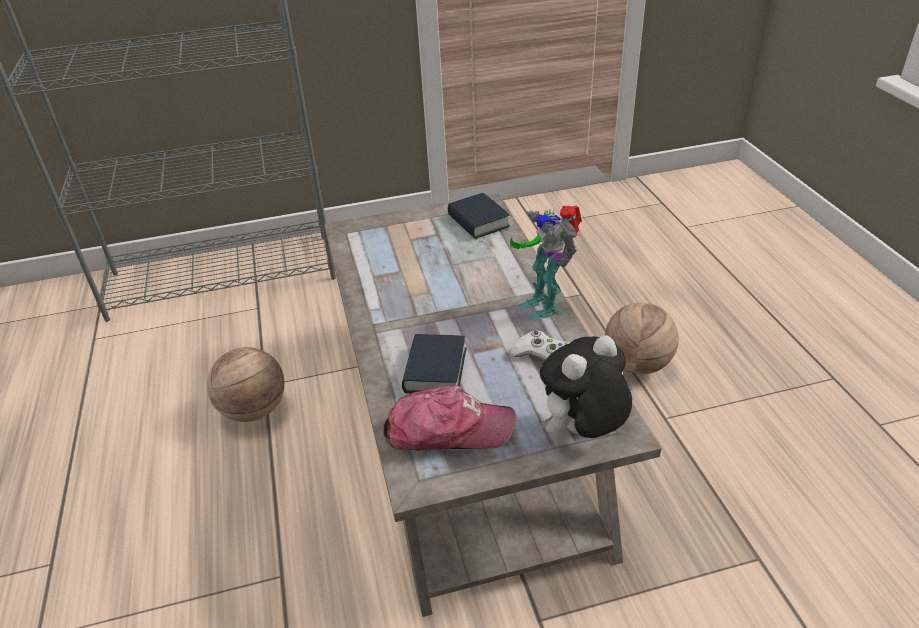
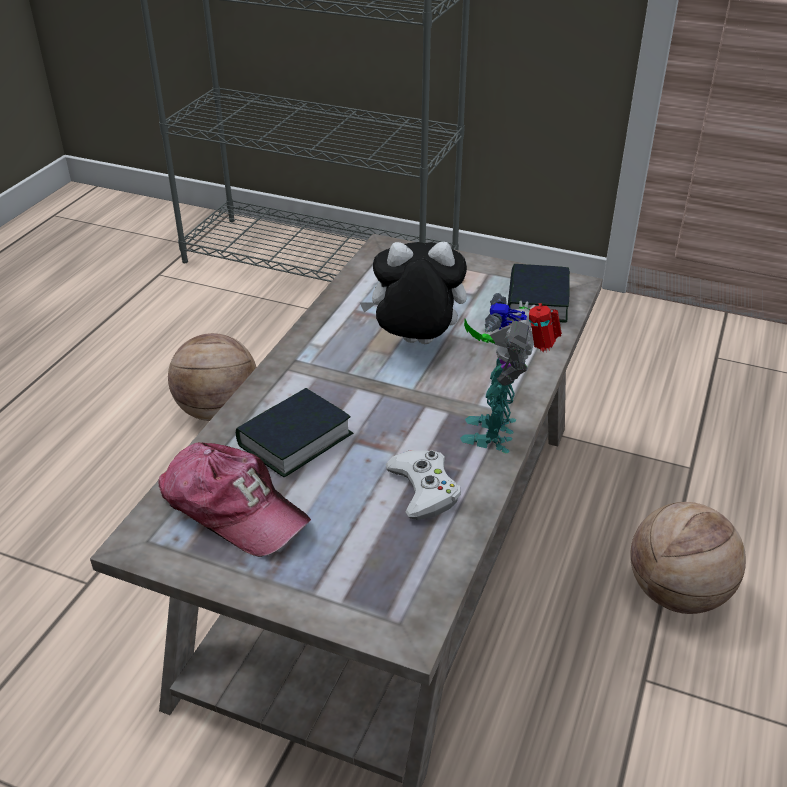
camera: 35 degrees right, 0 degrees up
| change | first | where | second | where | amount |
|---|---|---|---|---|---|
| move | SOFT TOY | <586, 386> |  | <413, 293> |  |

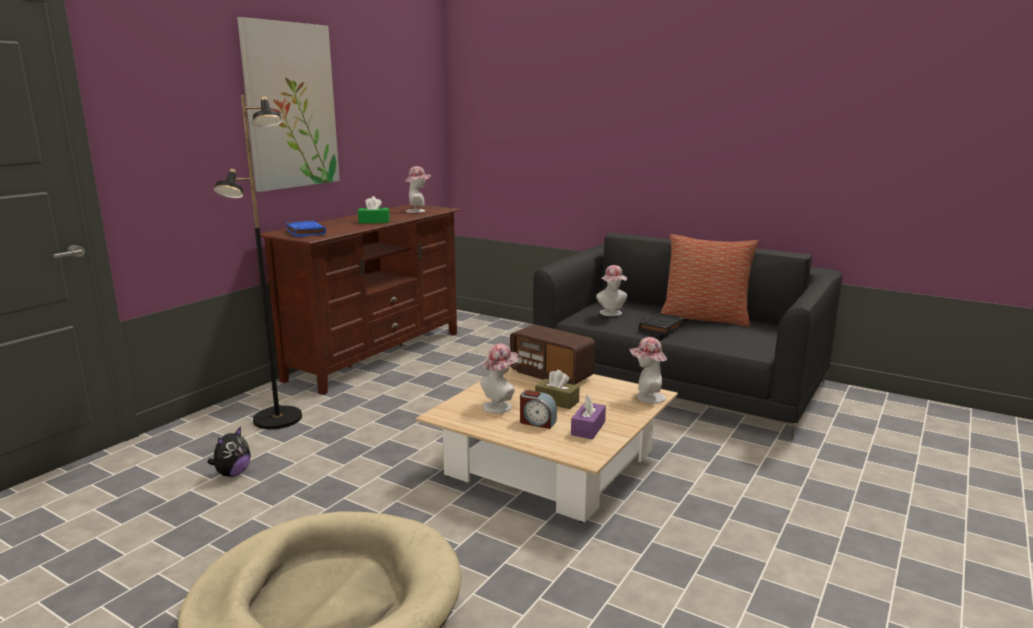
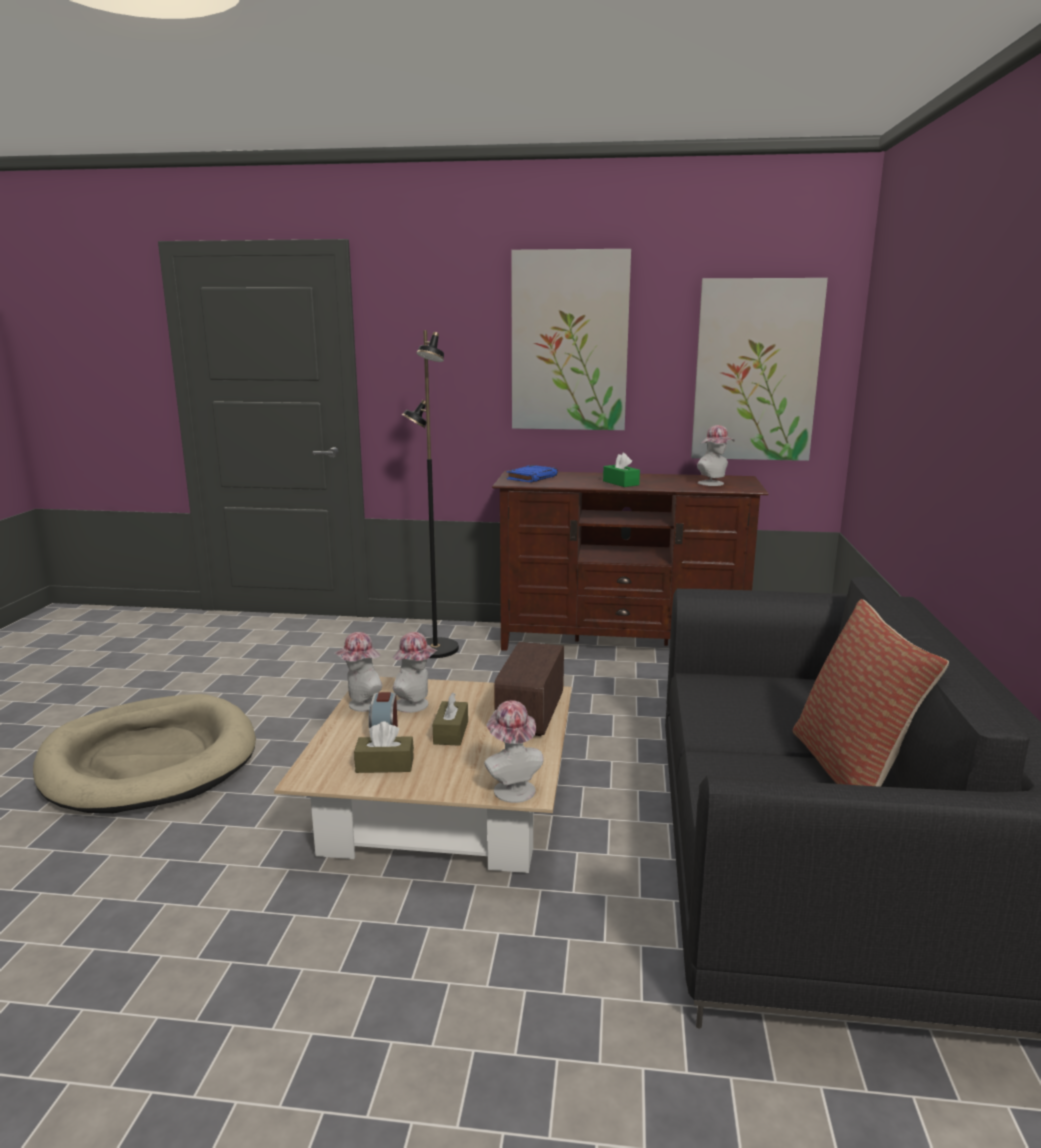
camera: 65 degrees right, 0 degrees up
| change | first | where | second | where | amount |
|---|---|---|---|---|---|
| delete | SOFT TOY | <229, 451> |  |  |  |
| delete | BLACK BOUND BOOK | <662, 324> |  |  |  |
| insert |  |  | PICTURE | <759, 369> |  |
| move | WEARABLE HAT | <611, 290> |  | <358, 672> |  |
| recolor | PURPLE TISSUE BOX | <588, 416> | BROWN-COLOURED TISSUE BOX | <384, 747> |  |

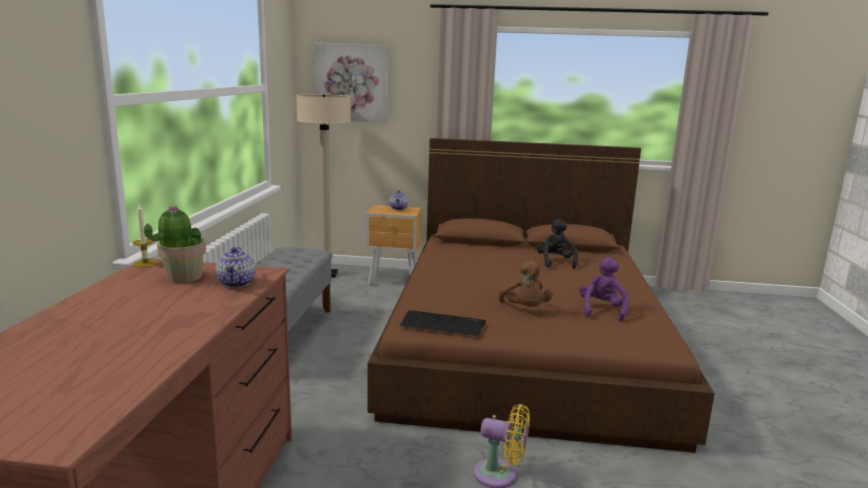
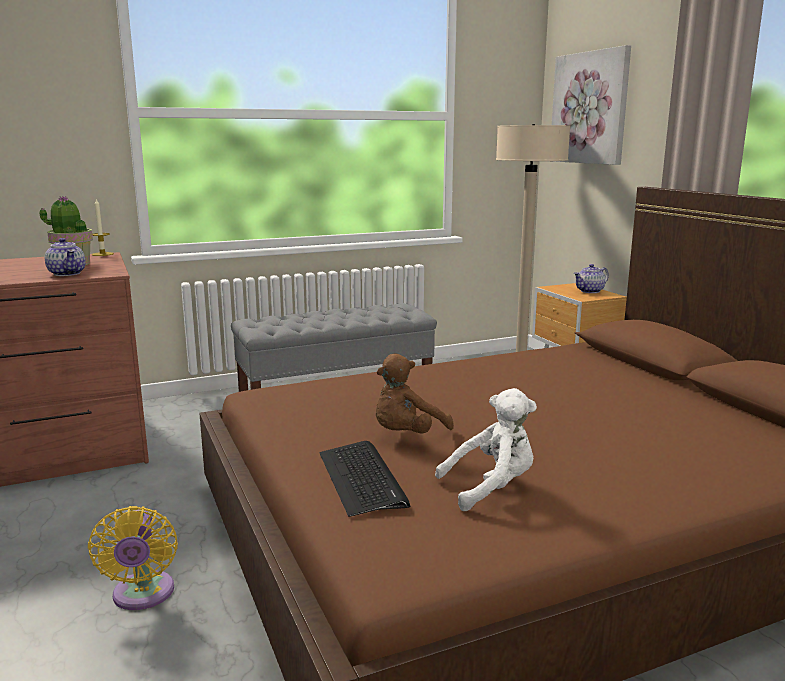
camera: 60 degrees right, 0 degrees up
| change | first | where | second | where | amount |
|---|---|---|---|---|---|
| delete | BLACK SOFT TOY | <557, 244> |  |  |  |
| move | PC KEYBOARD | <443, 323> |  | <365, 479> |  |
| recolor | PURPLE SOFT TOY | <604, 289> | WHITISH SOFT TOY | <486, 449> |  |
| rotate | TEAPOT | <235, 267> |  | <65, 257> | 90 degrees counterclockwise |

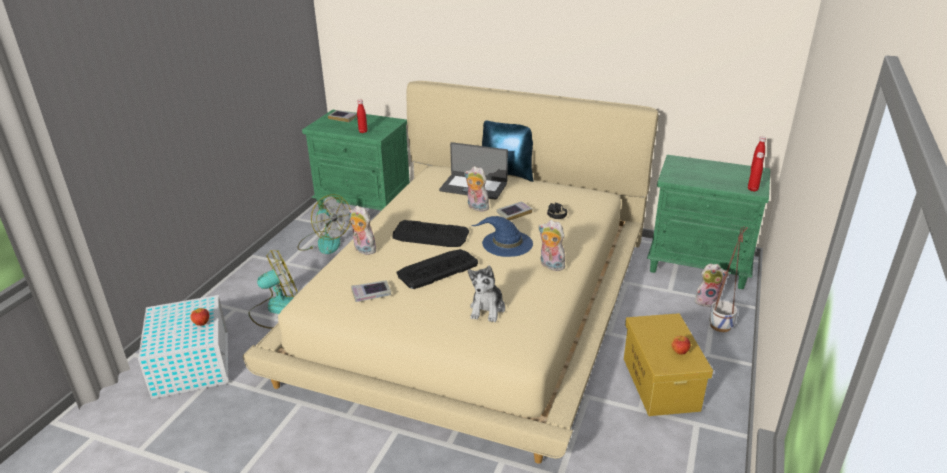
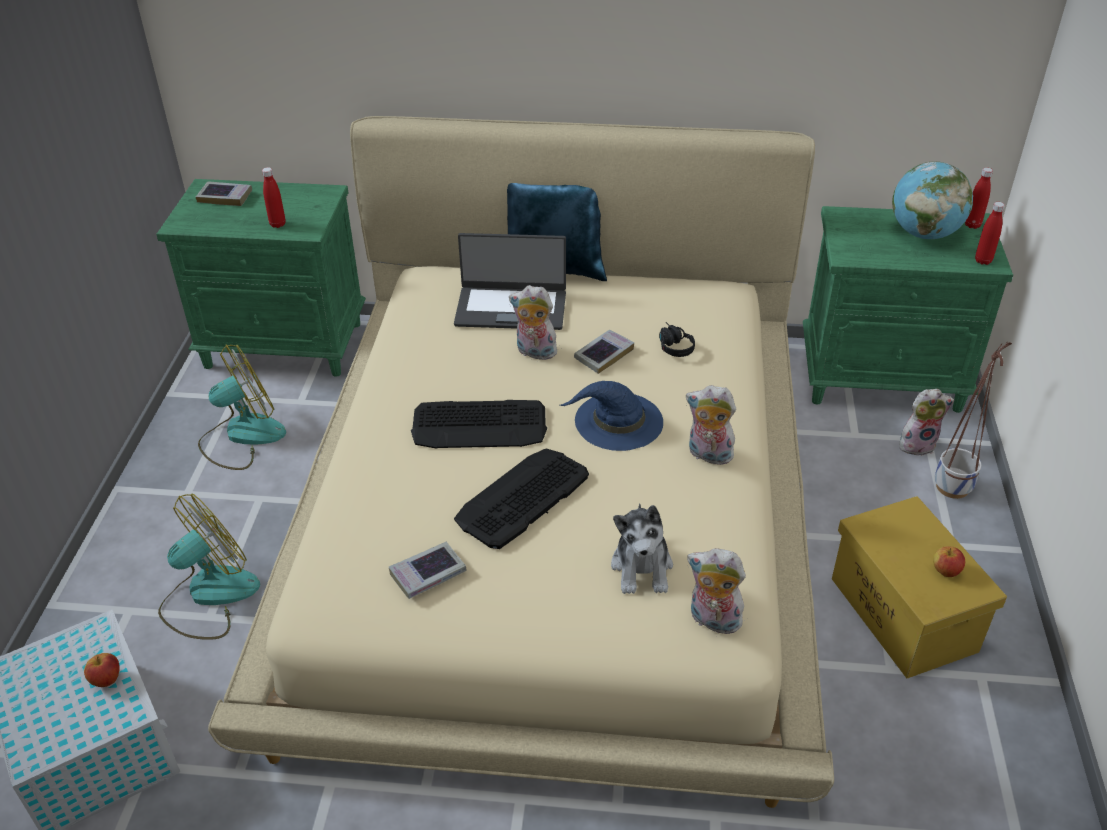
camera: 15 degrees left, 10 degrees up
| change | first | where | second | where | amount |
|---|---|---|---|---|---|
| insert |  |  | GLOBE | <932, 200> |  |
| move | SOFT TOY | <362, 230> |  | <716, 591> |  |
| rotate | ELECTRIC FAN | <324, 224> |  | <242, 407> | 60 degrees counterclockwise |

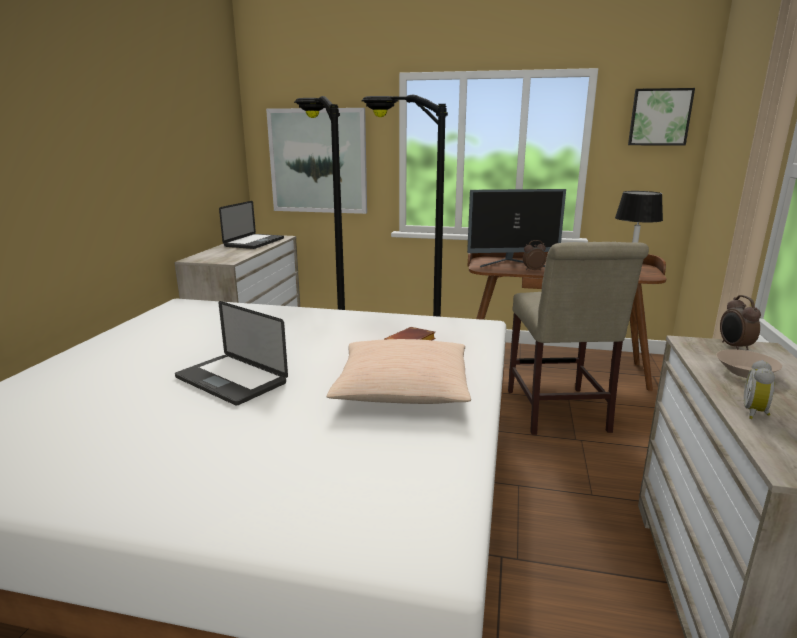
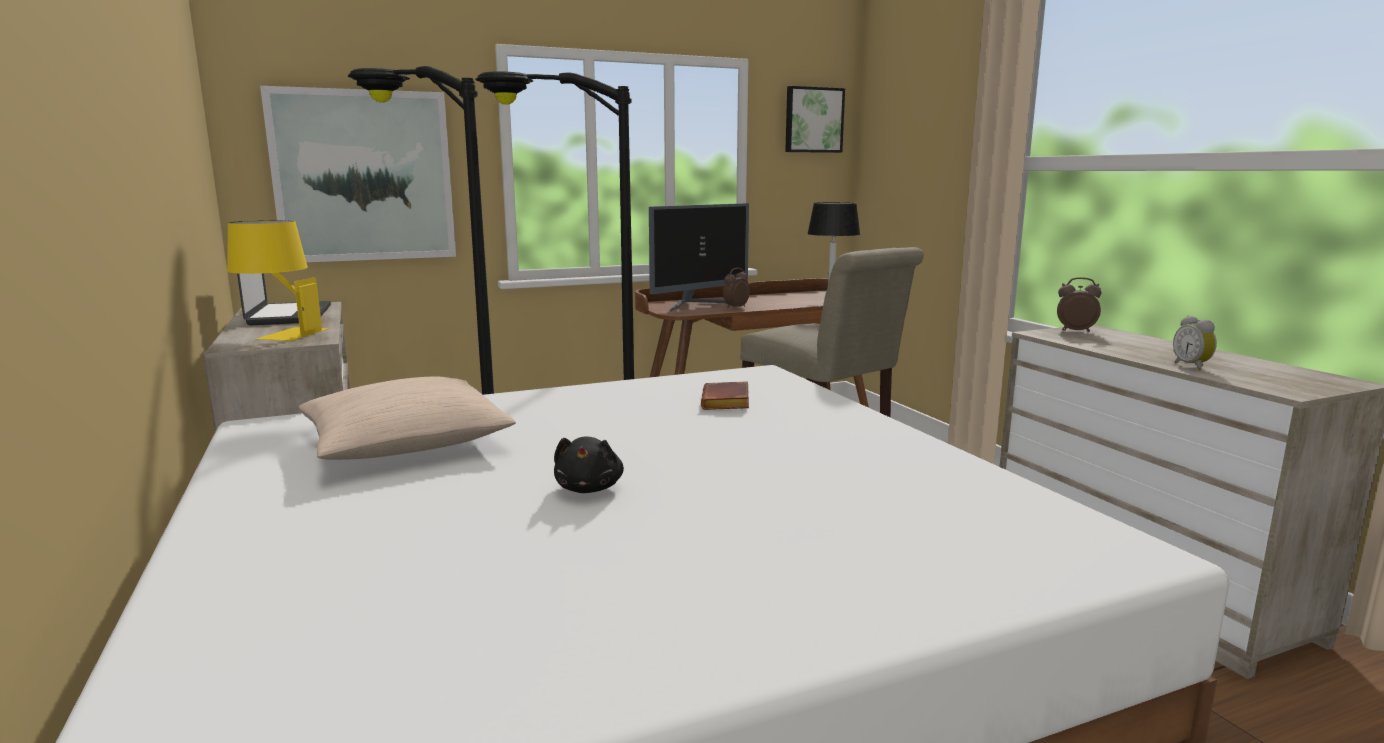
camera: 35 degrees left, 5 degrees down
| change | first | where | second | where | amount |
|---|---|---|---|---|---|
| delete | SAND-COLOURED BOWL | <749, 363> |  |  |  |
| insert |  |  | YELLOW-COLOURED LAMP FOR A TABLE | <278, 280> |  |
| move | SAND-COLOURED THROW PILLOW | <398, 371> |  | <407, 418> |  |
| replace | LAPTOP | <231, 353> | BLACK SOFT TOY | <589, 464> |  |
| rotate | BEDSIDE CLOCK | <740, 322> |  | <1079, 304> | 150 degrees clockwise |

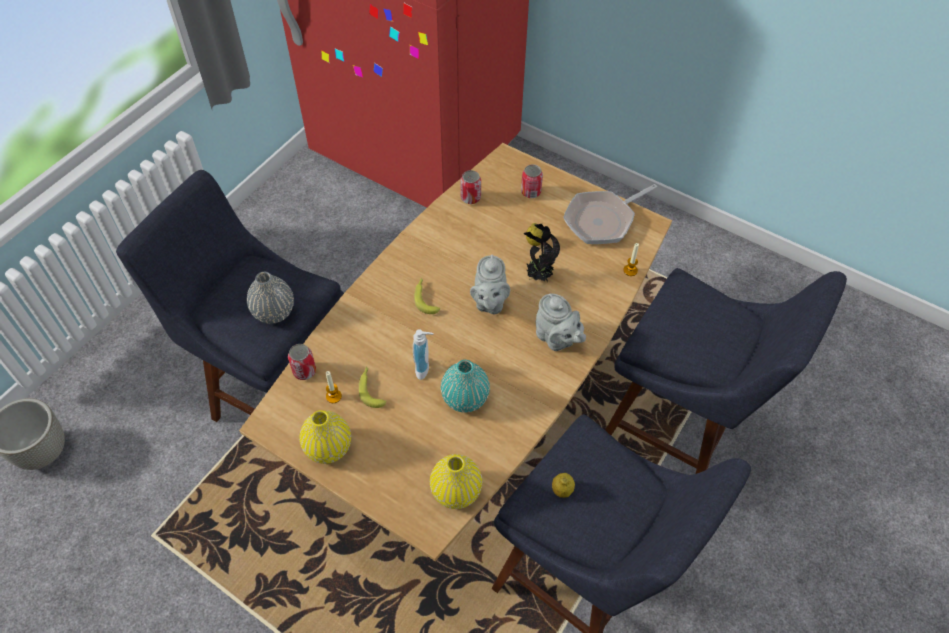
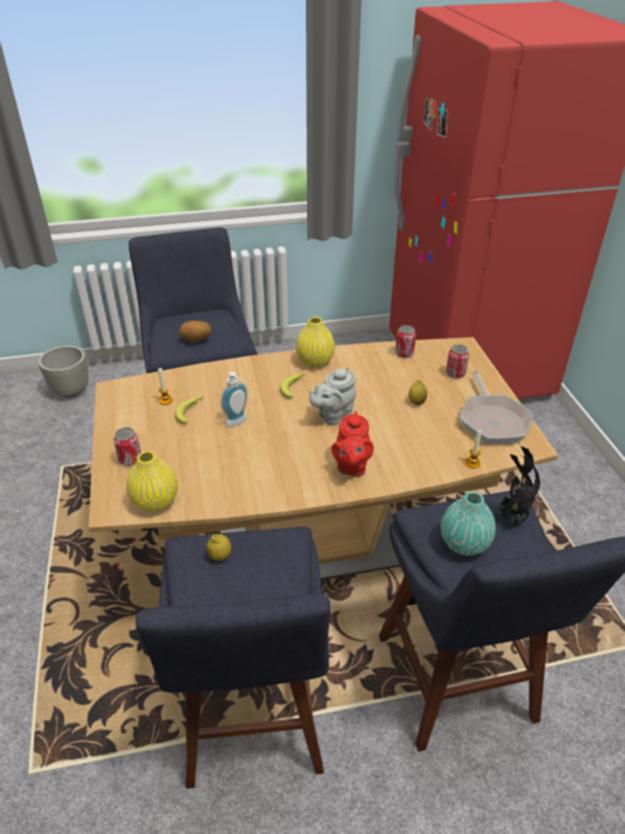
camera: 45 degrees right, 15 degrees down
| change | first | where | second | where | amount |
|---|---|---|---|---|---|
| move | METAL CAN | <302, 362> |  | <127, 446> |  |
| move | YELLOW-COLOURED DECORATIVE VASE | <325, 437> |  | <315, 342> |  |
| move | TURQUOISE-COLOURED DECORATIVE VASE | <465, 386> |  | <468, 524> |  |
| move | HOUSEPLANT | <542, 253> |  | <519, 485> |  |
| replace | GRAY DECORATIVE VASE | <270, 298> | POTATO | <195, 331> |  |
| recolor | GRAY TEAPOT | <560, 322> | RED TEAPOT | <352, 444> |  |
| rotate | FRYING PAN | <610, 214> |  | <496, 407> | 105 degrees counterclockwise |

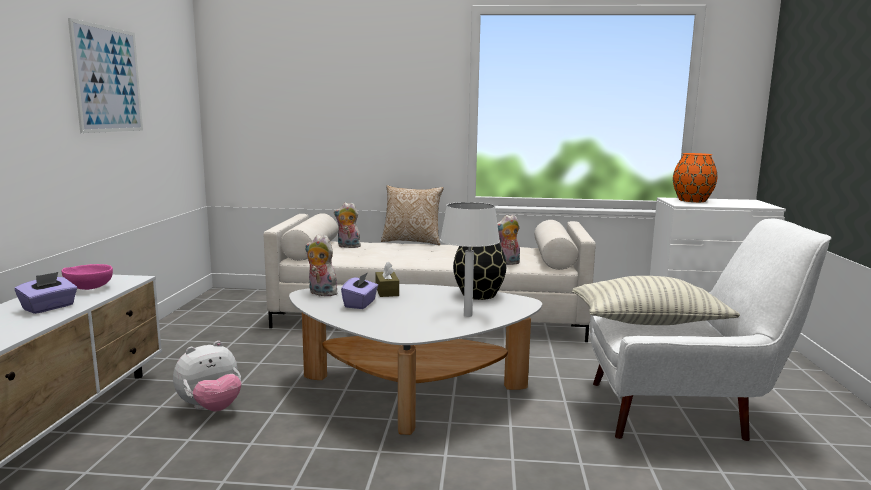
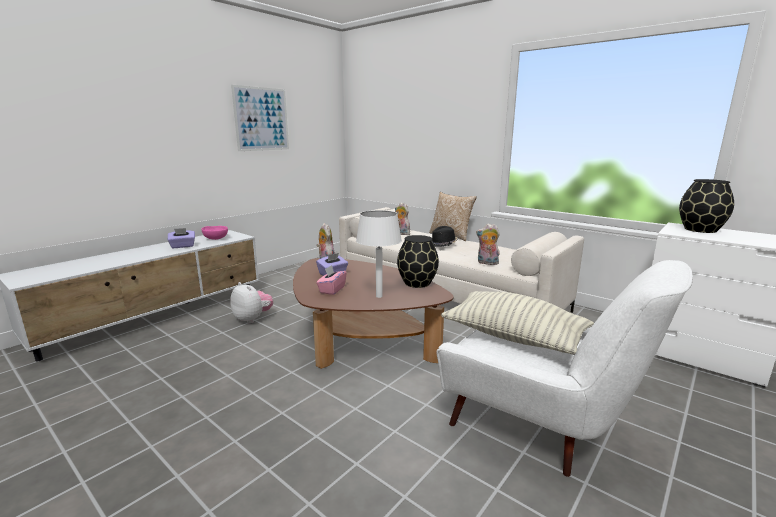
camera: 35 degrees right, 5 degrees up
| change | first | where | second | where | amount |
|---|---|---|---|---|---|
| delete | BROWN-COLOURED TISSUE BOX | <387, 279> |  |  |  |
| insert |  |  | PINK-COLOURED TISSUE BOX | <331, 280> |  |
| insert |  |  | BLACK WEARABLE HAT | <444, 236> |  |
| recolor | WHITISH LOW TABLE | <415, 359> | BROWN-COLOURED LOW TABLE | <373, 313> |  |
| recolor | ORANGE DECORATIVE VASE | <695, 177> | BLACK DECORATIVE VASE | <706, 206> |  |
| rotate | SOFT TOY | <207, 376> |  | <251, 303> | 135 degrees counterclockwise |

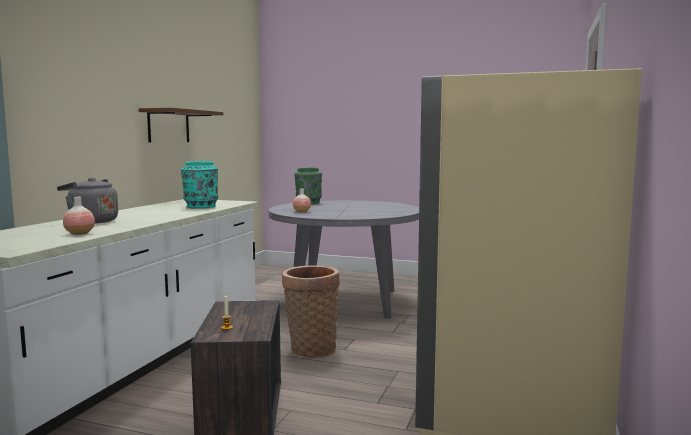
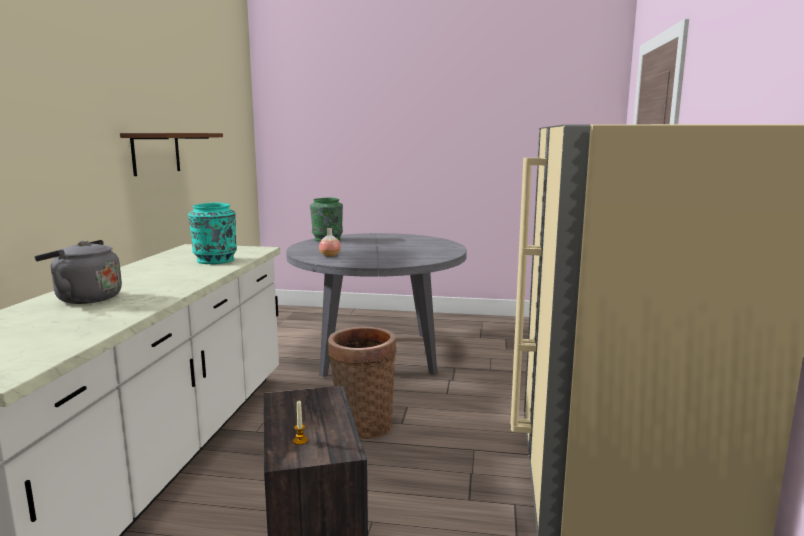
camera: 10 degrees left, 5 degrees up
| change | first | where | second | where | amount |
|---|---|---|---|---|---|
| delete | DECORATIVE VASE | <79, 216> |  |  |  |

